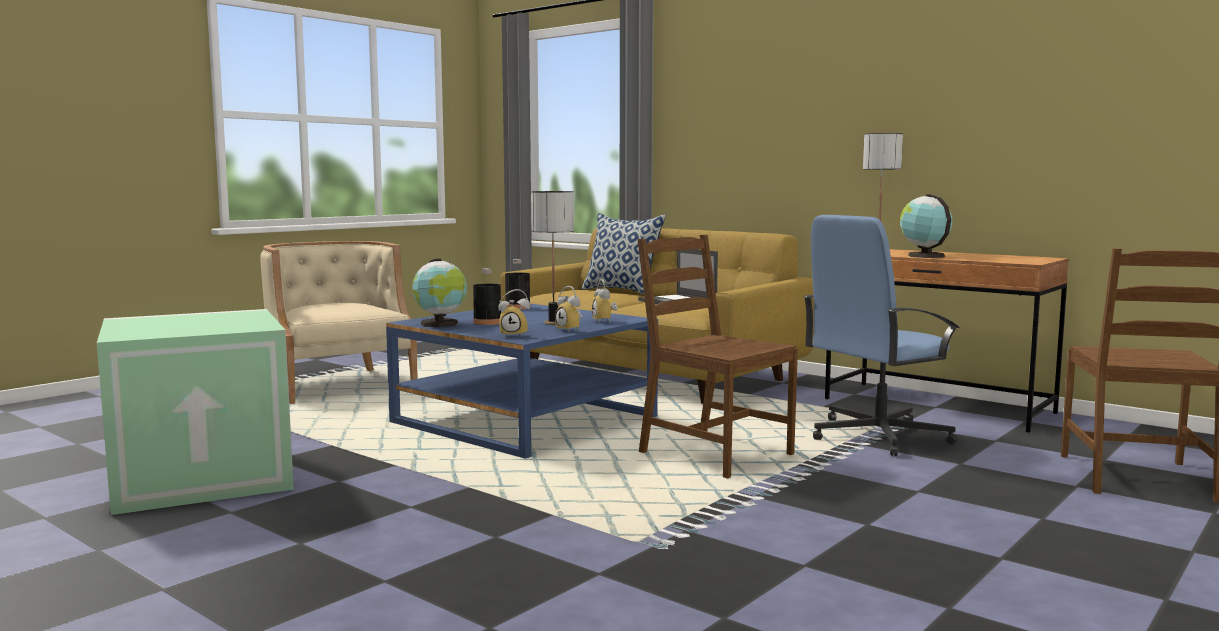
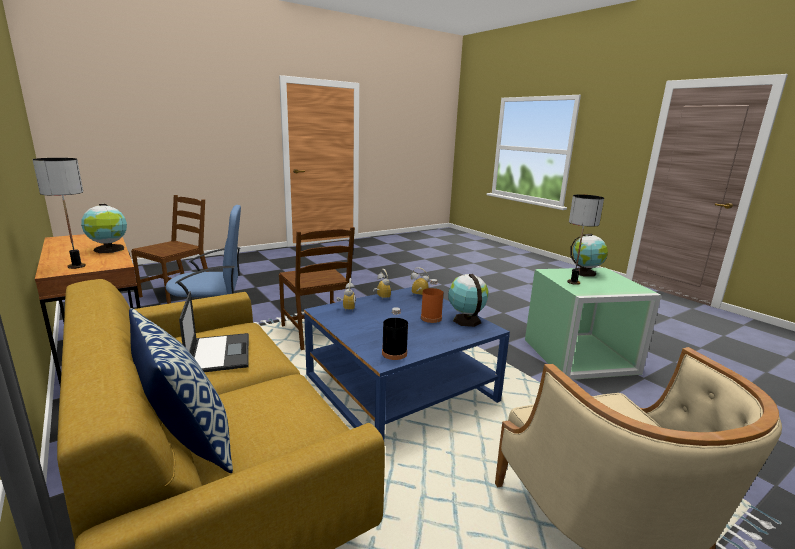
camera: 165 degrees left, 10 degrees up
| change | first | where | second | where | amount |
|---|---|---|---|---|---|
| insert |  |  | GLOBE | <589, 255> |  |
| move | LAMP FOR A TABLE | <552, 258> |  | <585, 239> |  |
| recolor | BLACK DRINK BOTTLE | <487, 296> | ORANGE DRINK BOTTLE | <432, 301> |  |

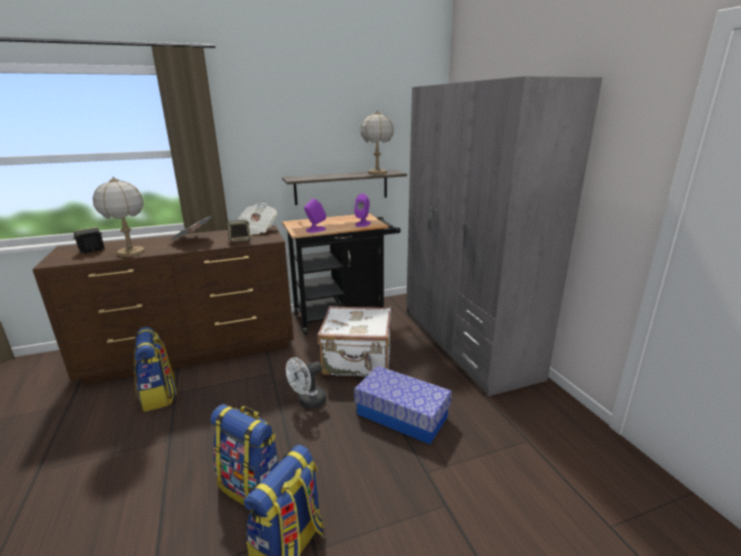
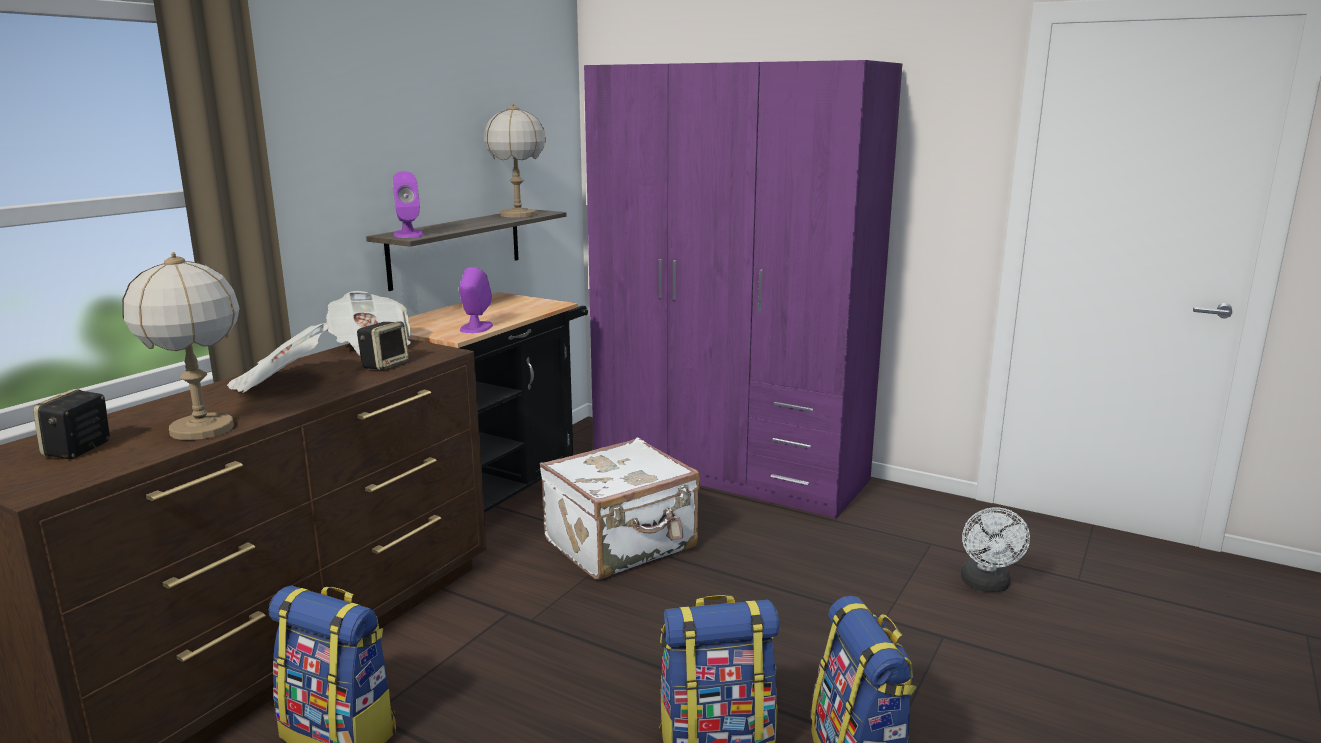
camera: 40 degrees left, 5 degrees down
| change | first | where | second | where | amount |
|---|---|---|---|---|---|
| delete | STORAGE BIN | <403, 405> |  |  |  |
| move | WHITISH ELECTRIC FAN | <306, 383> |  | <995, 549> |  |
| move | PURPLE SPEAKER | <362, 210> |  | <408, 204> |  |
| recolor | GRAY CLOTHES CUPBOARD | <504, 236> | PURPLE CLOTHES CUPBOARD | <743, 289> |  |

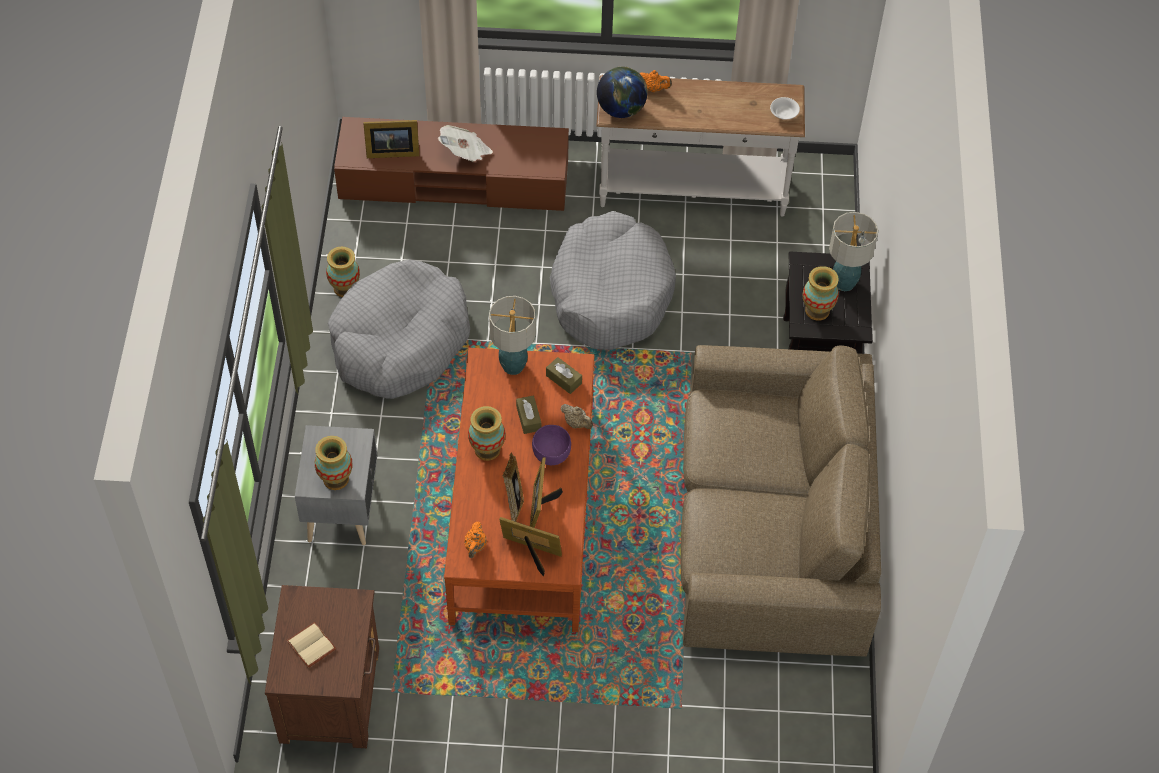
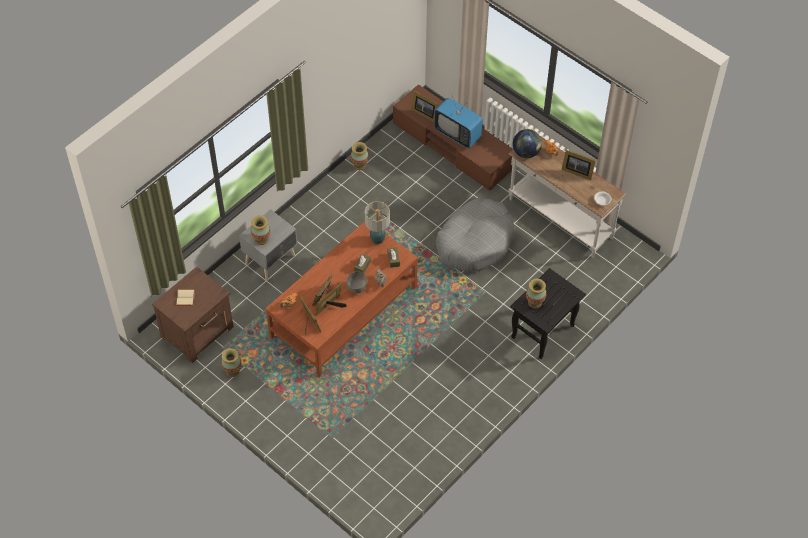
camera: 40 degrees right, 0 degrees up
| change | first | where | second | where | amount |
|---|---|---|---|---|---|
| delete | GRAY PET BED | <399, 329> |  |  |  |
| delete | BROWN-COLOURED SETTEE | <781, 500> |  |  |  |
| delete | LAMP FOR A TABLE | <854, 251> |  |  |  |
| insert |  |  | PHOTO FRAME | <579, 165> |  |
| move | DECORATIVE VASE | <486, 433> |  | <231, 362> |  |
| replace | PRINTED PAPER | <465, 143> | TV | <458, 120> |  |
| recolor | PURPLE BOWL | <551, 445> | GRAY BOWL | <356, 282> |  |

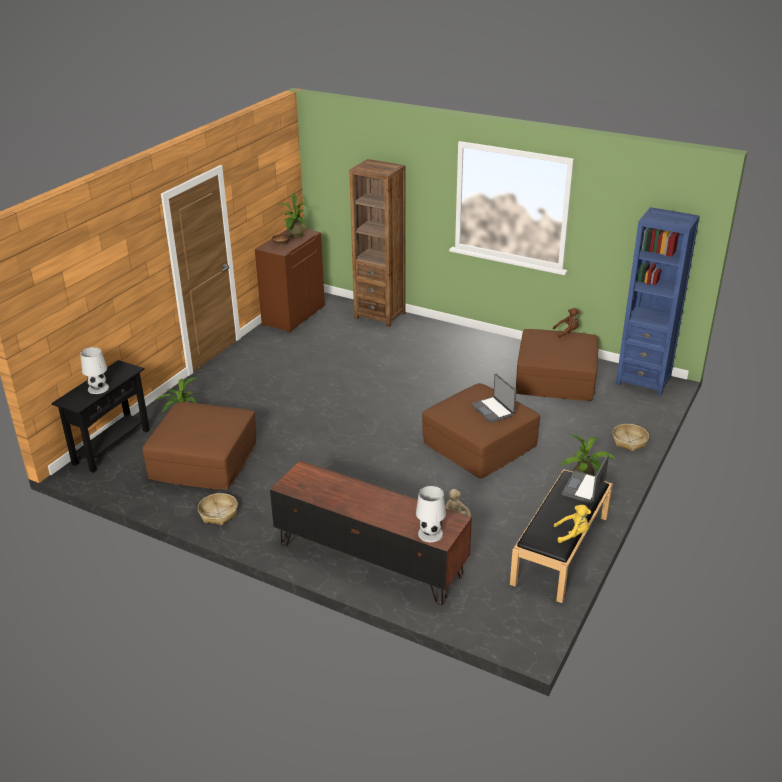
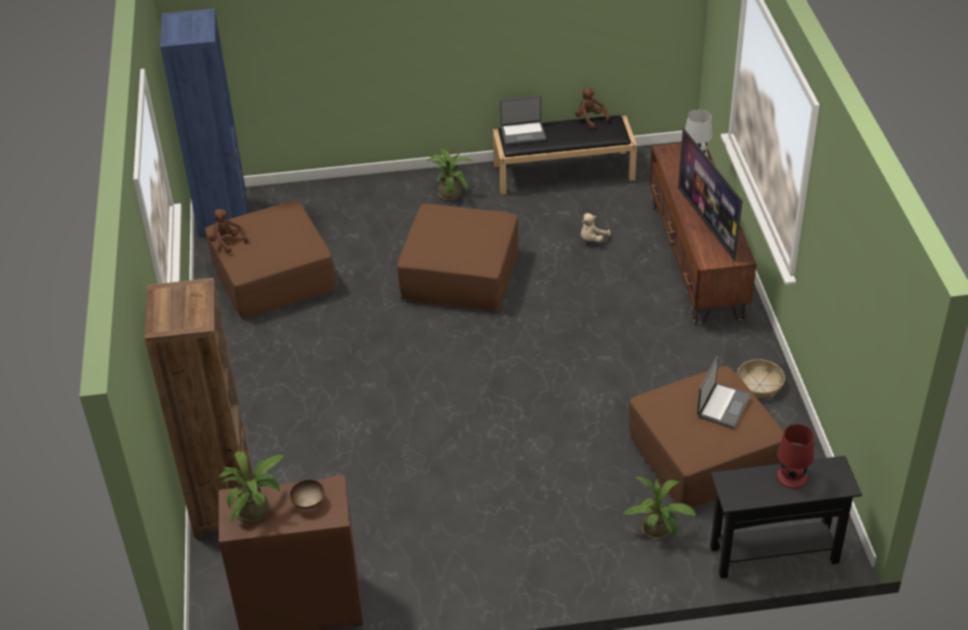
camera: 125 degrees left, 10 degrees up
| change | first | where | second | where | amount |
|---|---|---|---|---|---|
| delete | HOUSEHOLD BASKET | <630, 438> |  |  |  |
| insert |  |  | TV | <710, 194> |  |
| move | LAPTOP | <493, 398> |  | <724, 392> |  |
| recolor | WHITISH LAMP FOR A TABLE | <94, 370> | RED LAMP FOR A TABLE | <795, 456> |  |
| recolor | YELLOW-COLOURED SOFT TOY | <572, 524> | BROWN-COLOURED SOFT TOY | <592, 108> |  |

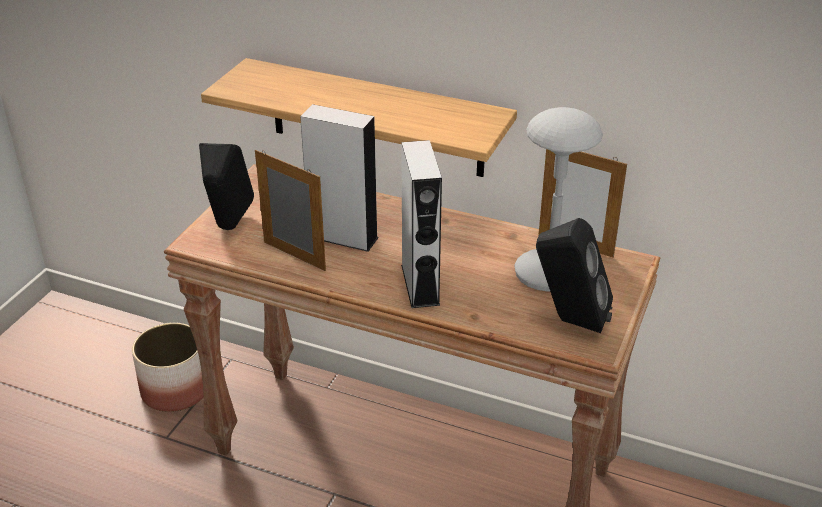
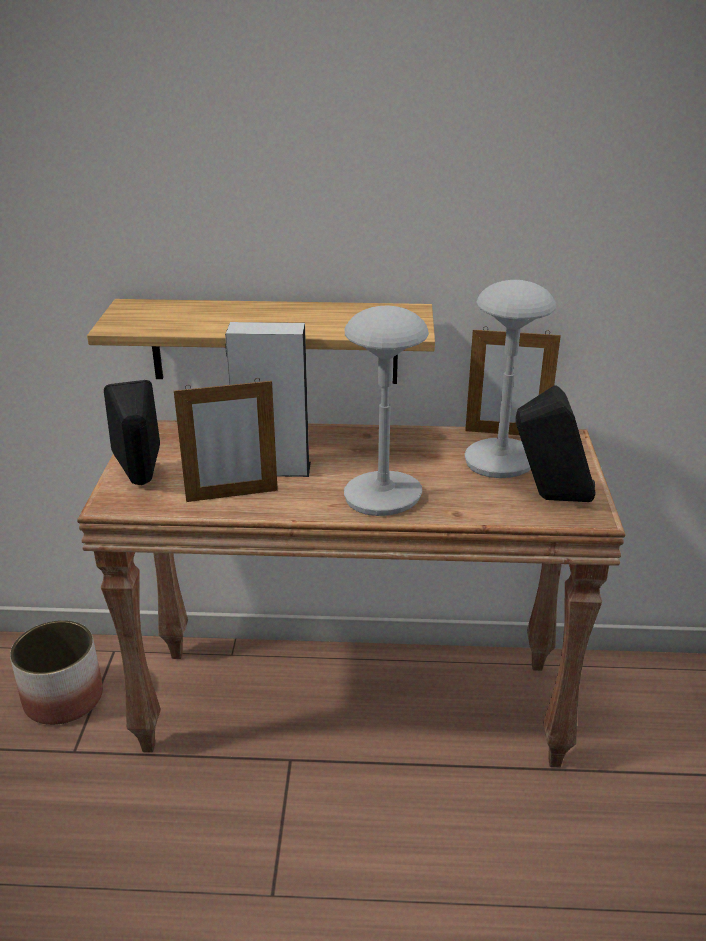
camera: 20 degrees left, 5 degrees down
| change | first | where | second | where | amount |
|---|---|---|---|---|---|
| replace | GRAY SPEAKER | <421, 224> | GRAY LAMP FOR A TABLE | <386, 411> |  |
| rotate | PHOTO FRAME | <290, 210> |  | <226, 440> | 150 degrees clockwise |

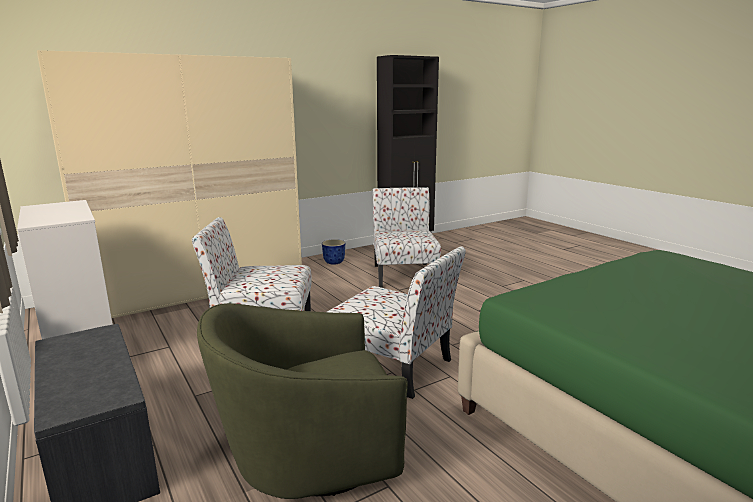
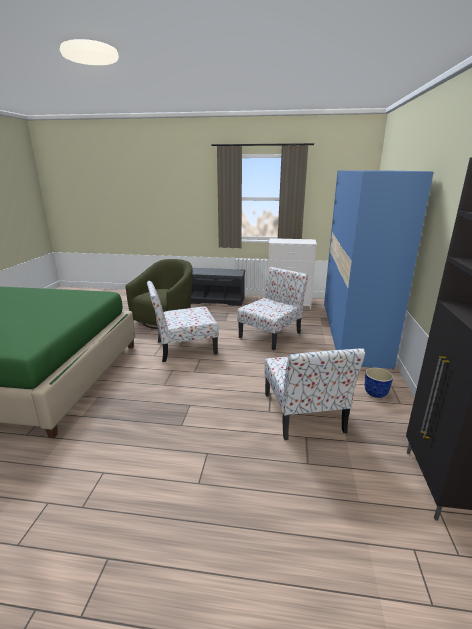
camera: 130 degrees right, 5 degrees up
| change | first | where | second | where | amount |
|---|---|---|---|---|---|
| recolor | SAND-COLOURED CLOTHES CUPBOARD | <169, 184> | BLUISH CLOTHES CUPBOARD | <379, 269> |  |
| rotate | PLAIN CHAIR | <407, 237> |  | <315, 394> | 45 degrees clockwise |

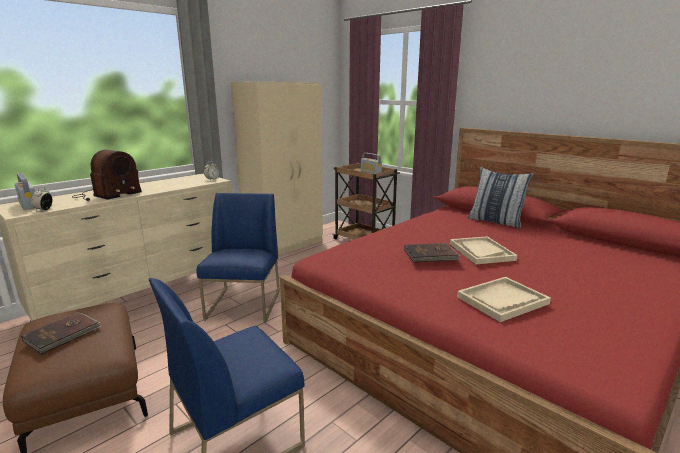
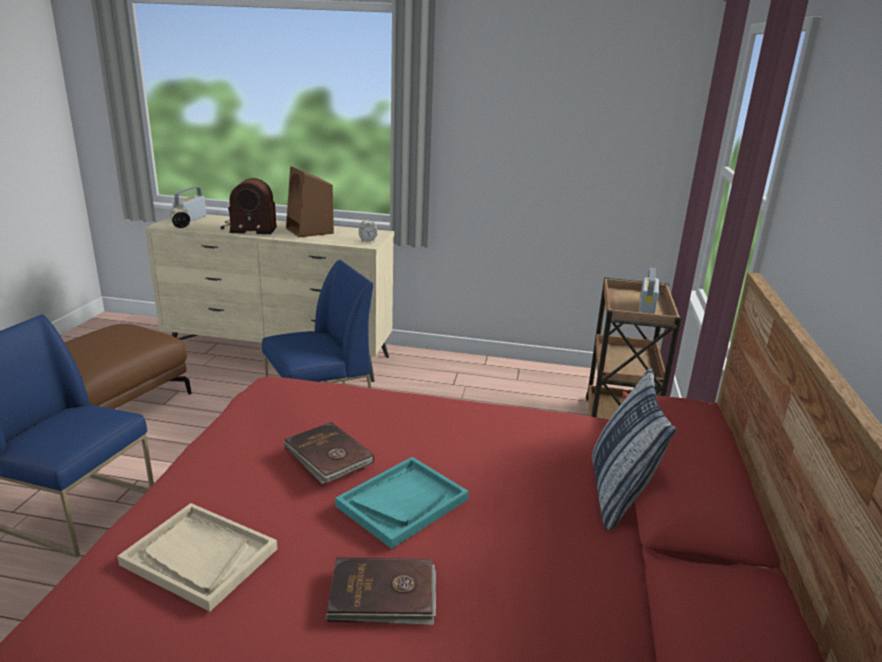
camera: 55 degrees right, 5 degrees up
| change | first | where | second | where | amount |
|---|---|---|---|---|---|
| delete | SAND-COLOURED CLOTHES CUPBOARD | <277, 169> |  |  |  |
| insert |  |  | BROWN-COLOURED SPEAKER | <310, 201> |  |
| move | BROWN-COLOURED BOUND BOOK | <61, 333> |  | <380, 591> |  |
| recolor | SAND-COLOURED TRAY | <484, 250> | TURQUOISE-COLOURED TRAY | <402, 503> |  |

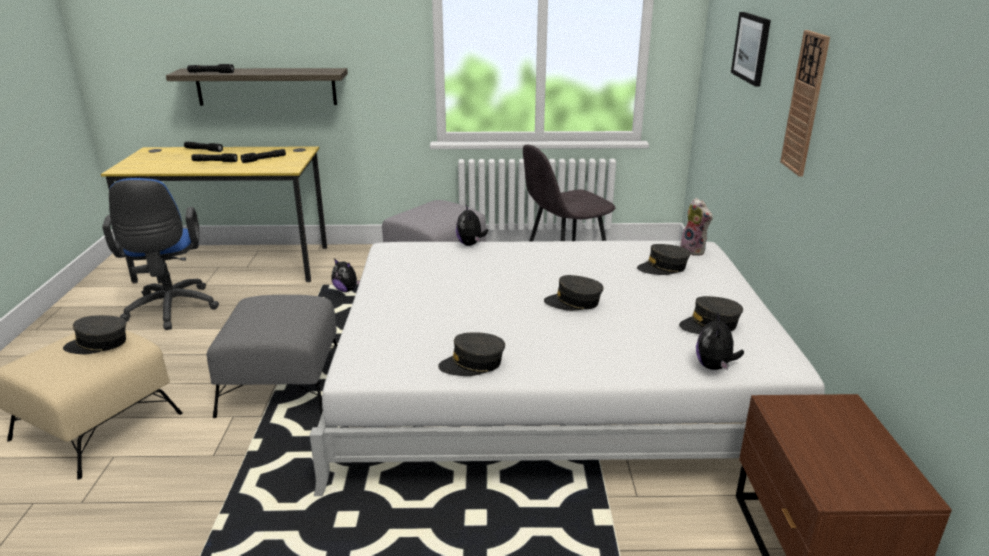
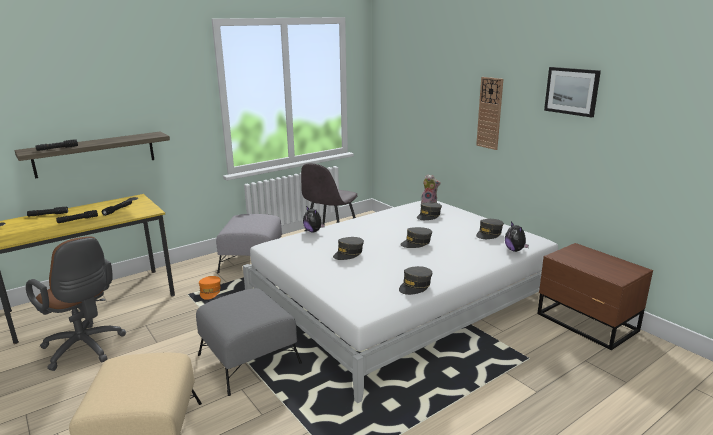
camera: 35 degrees left, 5 degrees down
| change | first | where | second | where | amount |
|---|---|---|---|---|---|
| move | GRAY BASEBALL CAP | <94, 334> |  | <348, 248> |  |
| move | PICTURE | <751, 49> |  | <572, 92> |  |
| replace | SOFT TOY | <345, 275> | ORANGE BASEBALL CAP | <210, 288> |  |
| recolor | BLUISH COMPUTER CHAIR | <160, 254> | BROWN-COLOURED COMPUTER CHAIR | <76, 304> |  |

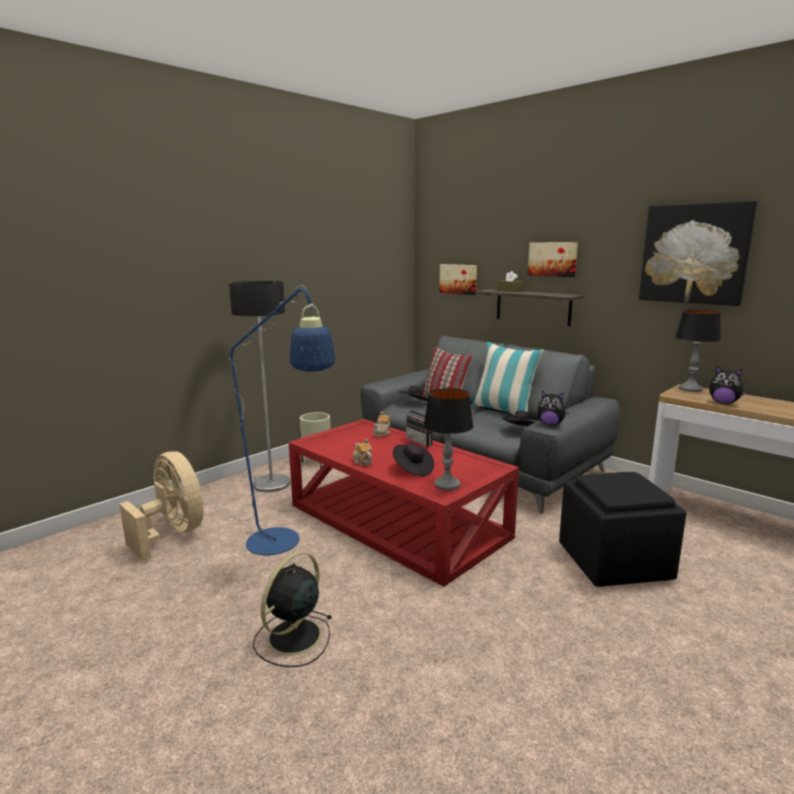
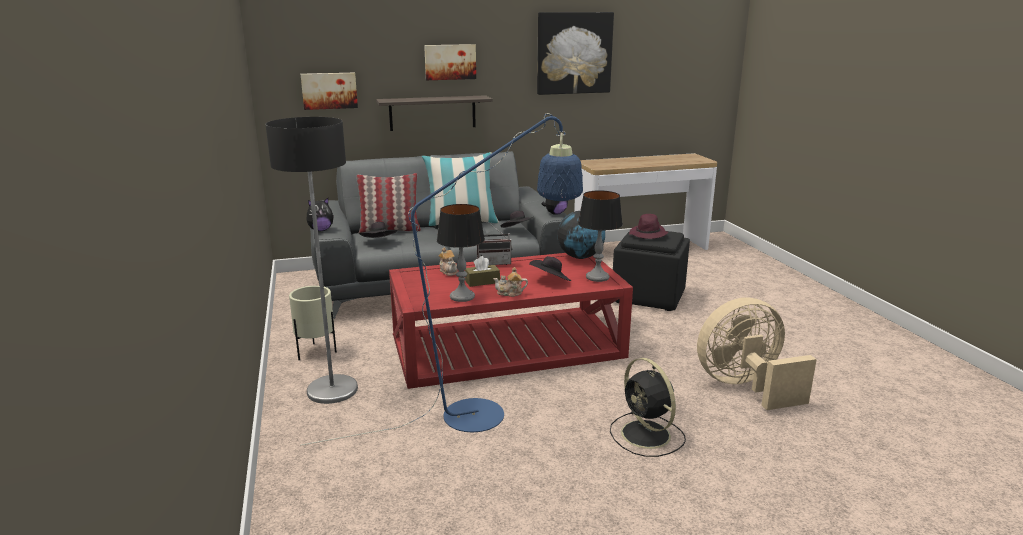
camera: 60 degrees left, 5 degrees up
| change | first | where | second | where | amount |
|---|---|---|---|---|---|
| insert |  |  | GLOBE | <581, 235> |  |
| insert |  |  | PURPLE WEARABLE HAT | <649, 226> |  |
| move | SAND-COLOURED ELECTRIC FAN | <161, 506> |  | <757, 353> |  |
| move | BROWN-COLOURED TISSUE BOX | <510, 281> |  | <482, 271> |  |
| move | LAMP FOR A TABLE | <698, 351> |  | <461, 253> |  |
| move | SOFT TOY | <727, 385> |  | <320, 214> |  |

